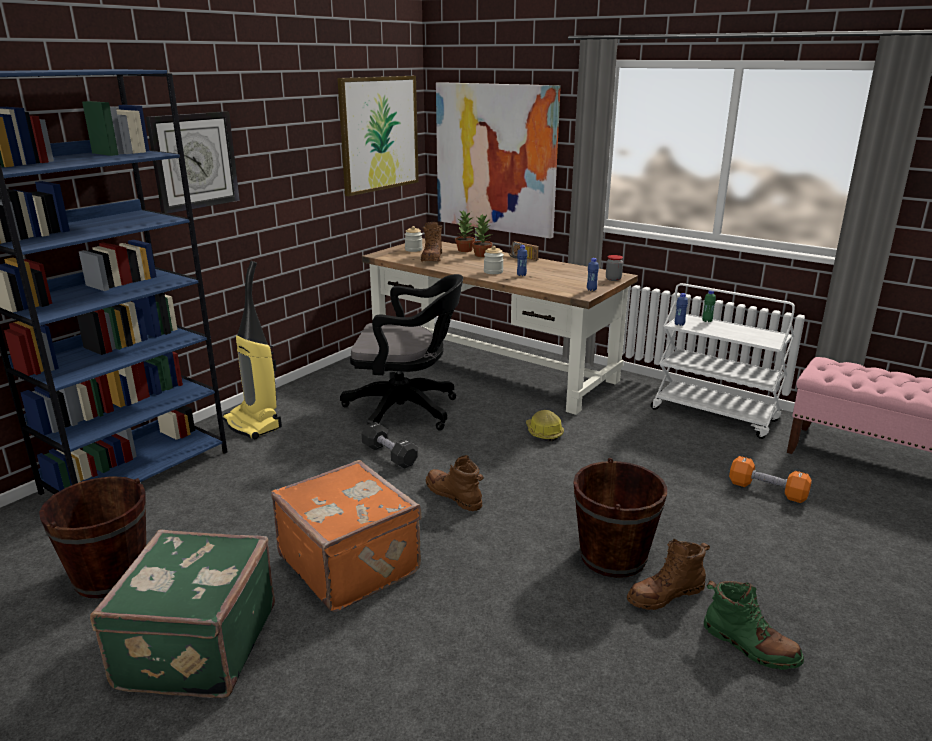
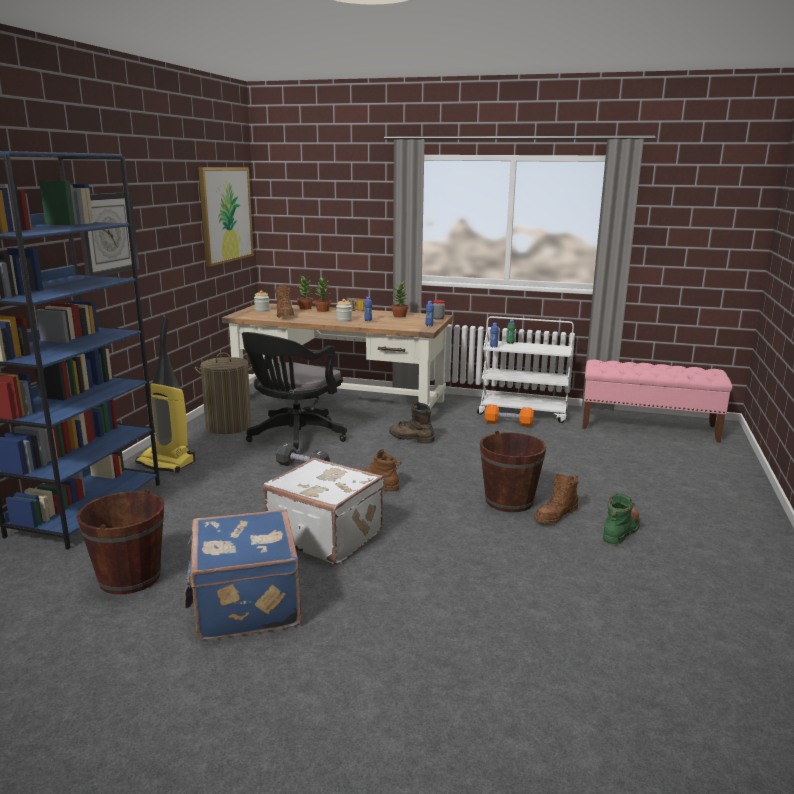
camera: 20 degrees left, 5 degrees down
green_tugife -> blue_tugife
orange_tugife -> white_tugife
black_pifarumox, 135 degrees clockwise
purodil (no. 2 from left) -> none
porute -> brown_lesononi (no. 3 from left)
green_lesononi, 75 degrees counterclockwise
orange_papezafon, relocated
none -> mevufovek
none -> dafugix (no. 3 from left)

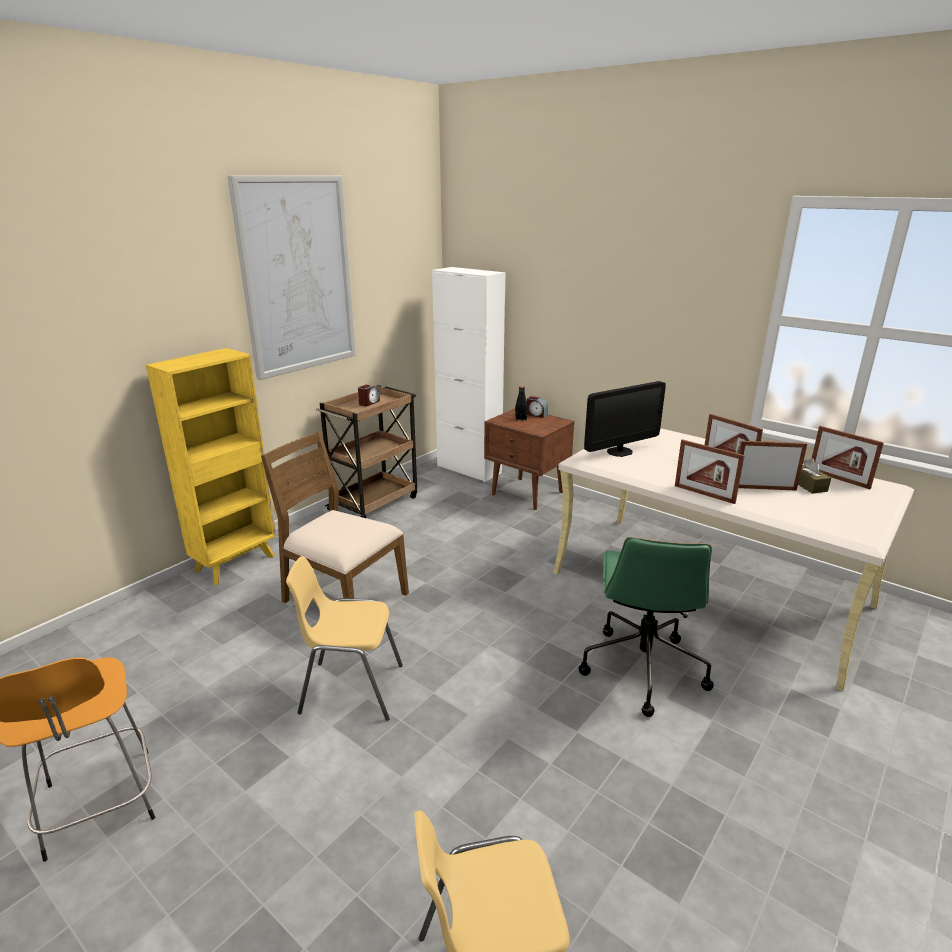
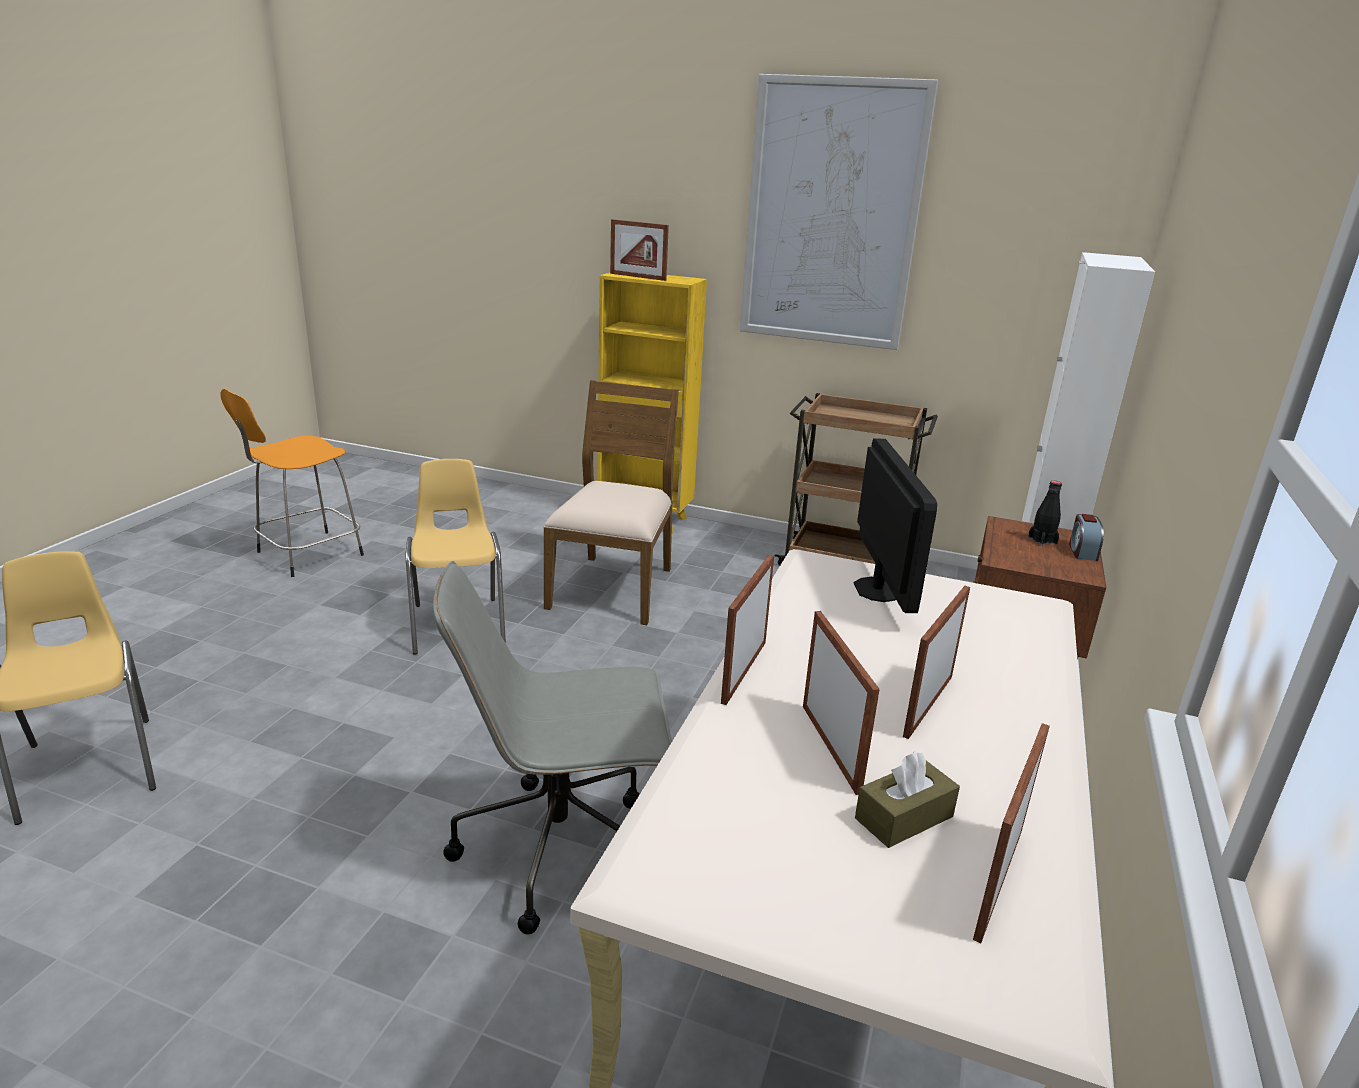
camera: 70 degrees right, 0 degrees up
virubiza (no. 1 from left) -> none
green_pifarumox -> grey_pifarumox
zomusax, 135 degrees counterclockwise
none -> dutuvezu (no. 1 from left)

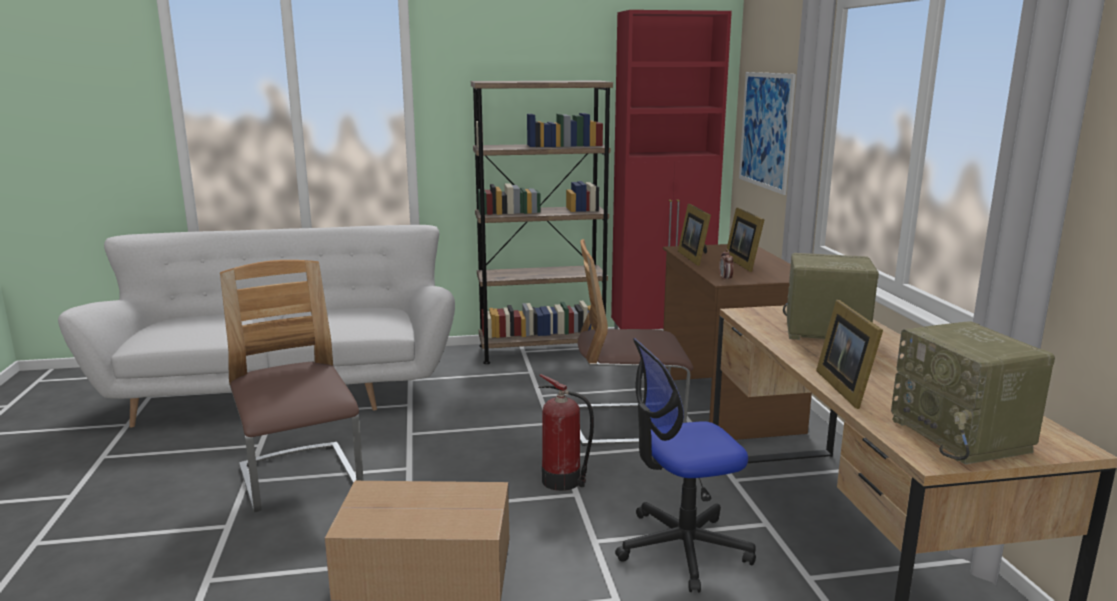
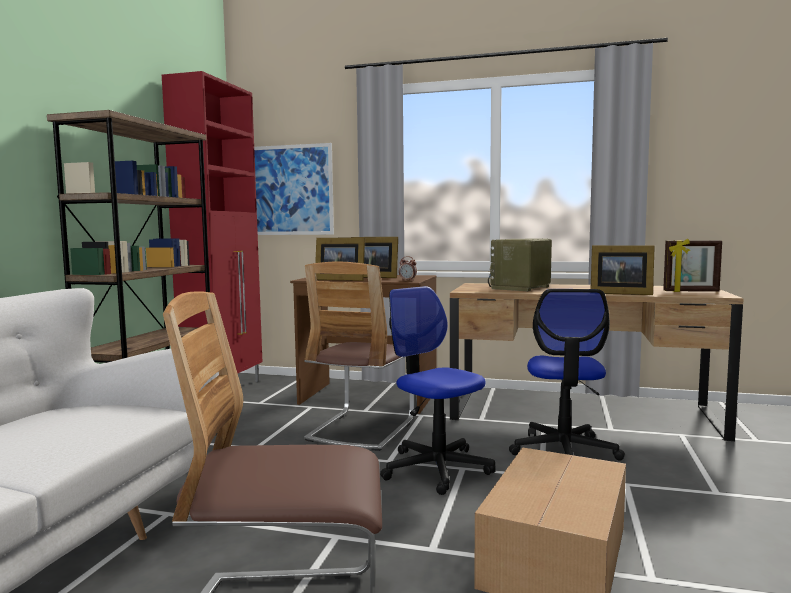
camera: 65 degrees left, 10 degrees down
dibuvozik -> pifarumox (no. 1 from left)
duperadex (no. 2 from left) -> dutuvezu (no. 4 from left)

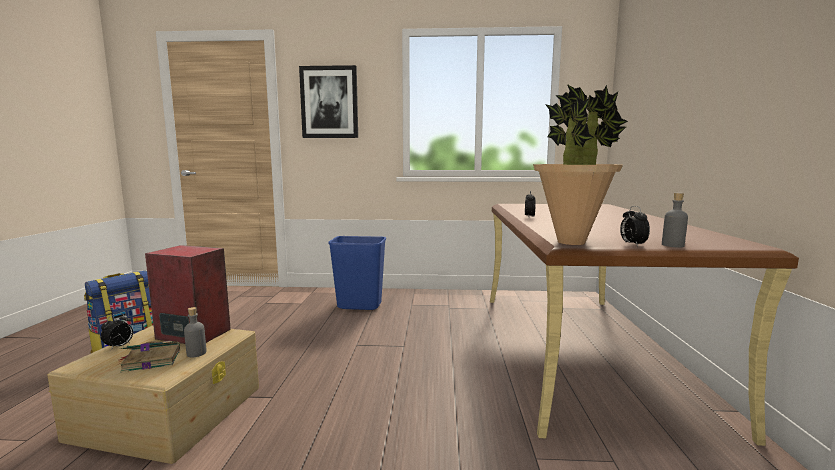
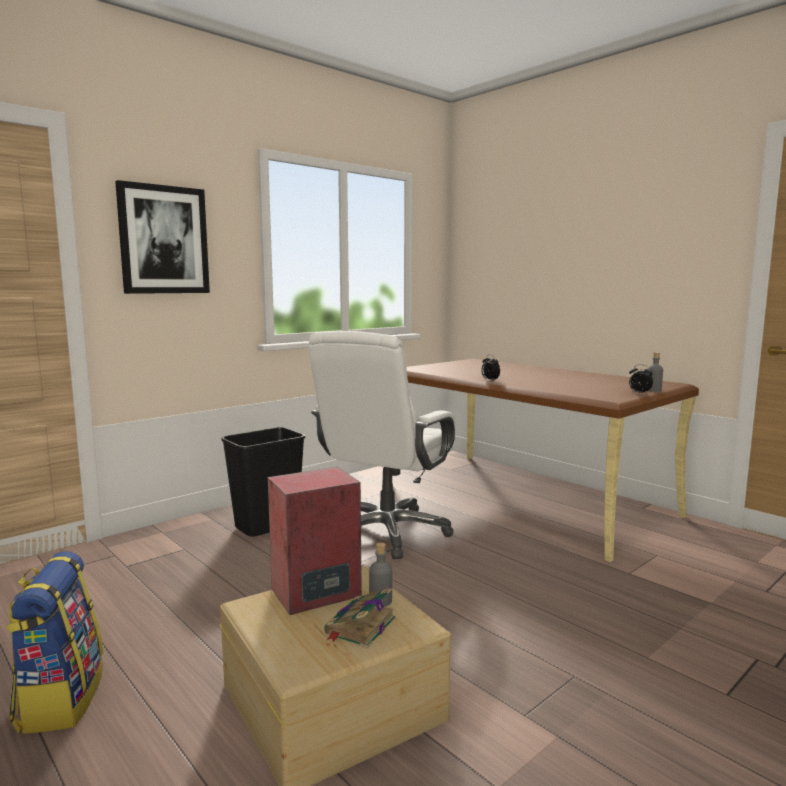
camera: 45 degrees left, 0 degrees up
virubiza (no. 1 from left) -> none
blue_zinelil -> black_zinelil
dafugix -> none
none -> white_pifarumox

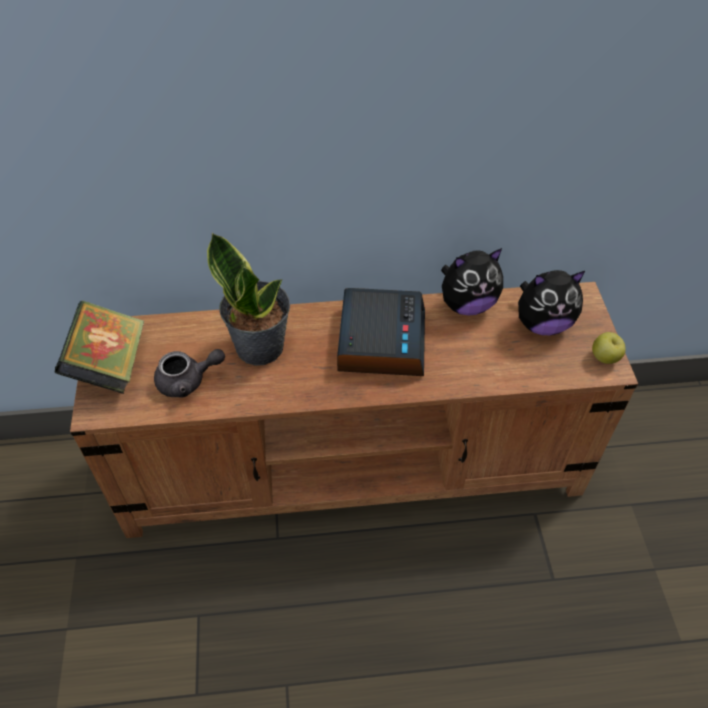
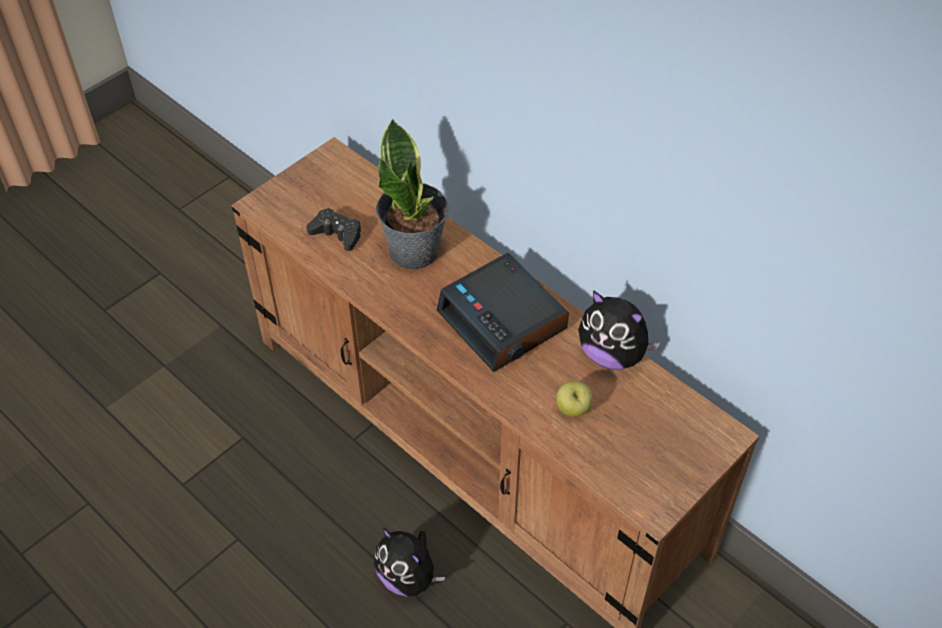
camera: 50 degrees right, 0 degrees up
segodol -> none
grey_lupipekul -> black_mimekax
virubiza, 90 degrees clockwise
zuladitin (no. 2 from left in the first image) -> zuladitin (no. 1 from left), relocated
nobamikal, relocated

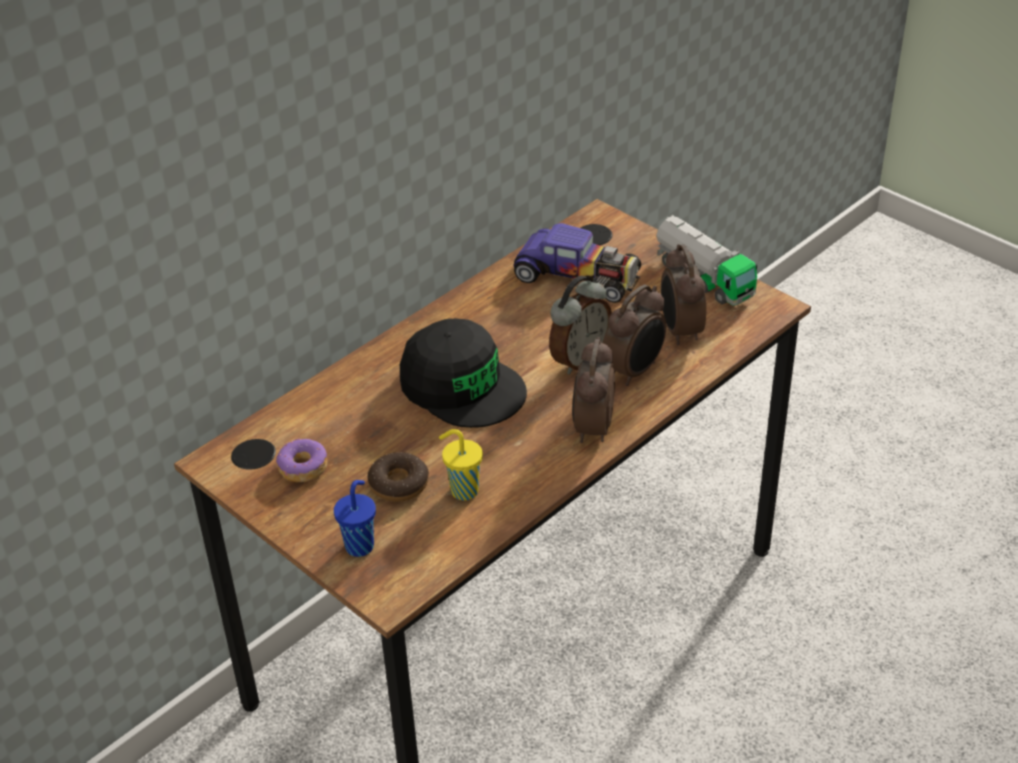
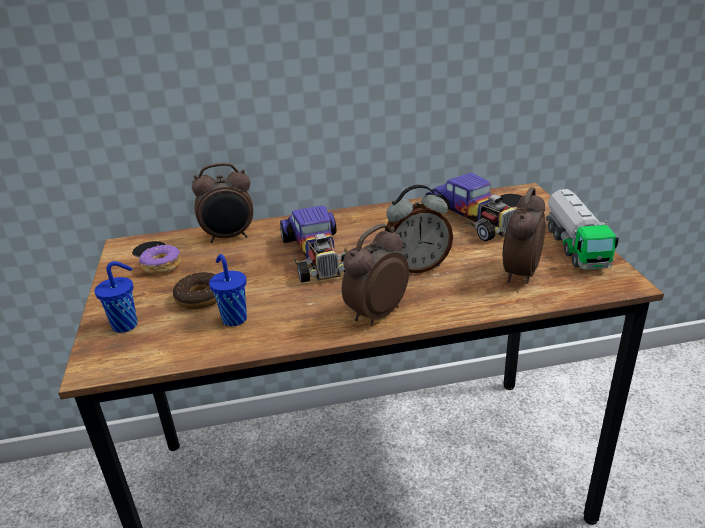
camera: 35 degrees right, 10 degrees down
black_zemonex -> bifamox (no. 1 from left)
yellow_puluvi -> blue_puluvi (no. 2 from left)
virubiza (no. 3 from left in the first image) -> virubiza (no. 1 from left), relocated

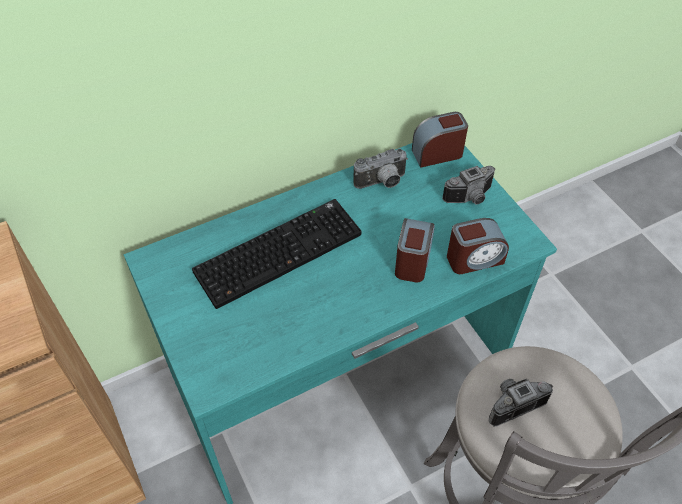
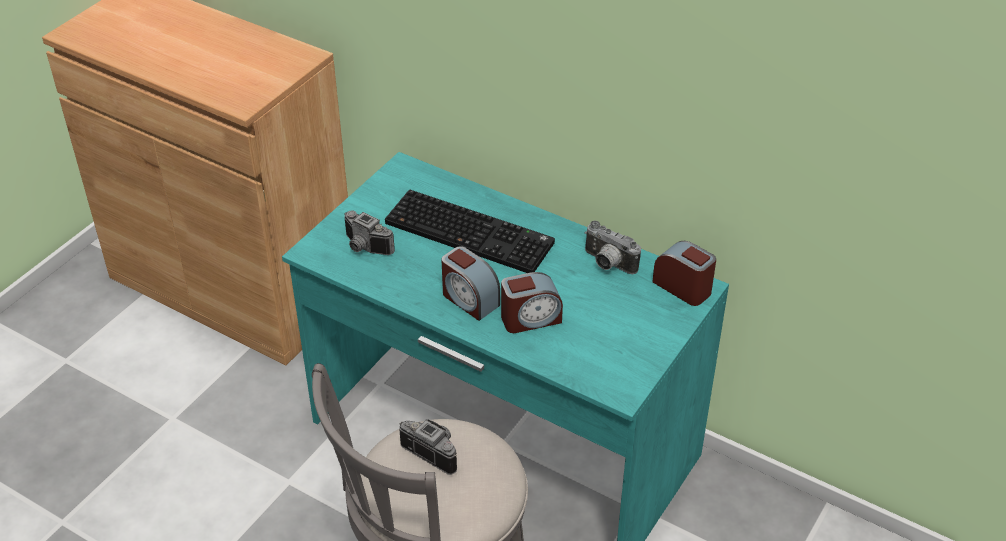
camera: 60 degrees right, 10 degrees down
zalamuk (no. 2 from left in the first image) -> zalamuk (no. 1 from left), relocated
virubiza (no. 3 from left in the first image) -> virubiza (no. 1 from left), relocated

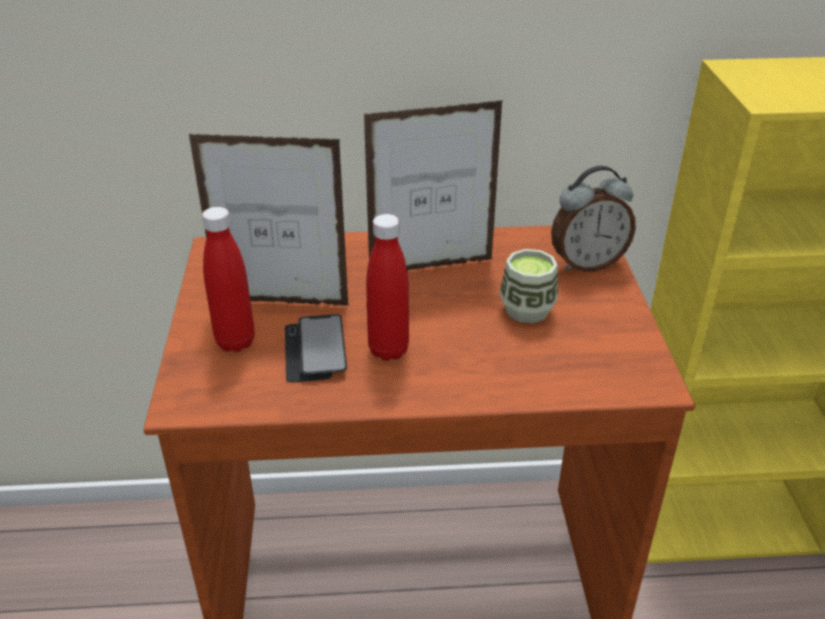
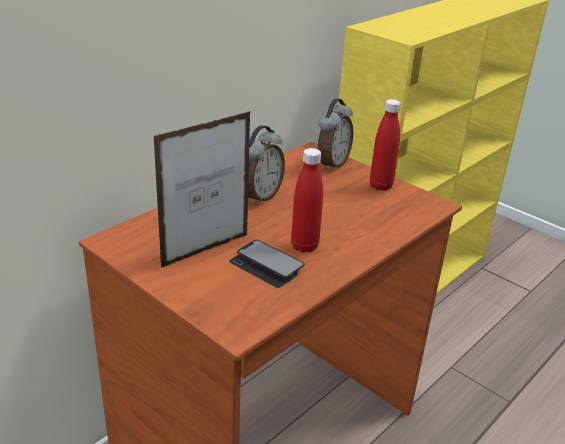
camera: 45 degrees left, 5 degrees down
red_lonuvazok (no. 1 from left in the first image) -> red_lonuvazok (no. 2 from left), relocated
dutuvezu (no. 2 from left) -> virubiza (no. 1 from left)
puluvi -> none

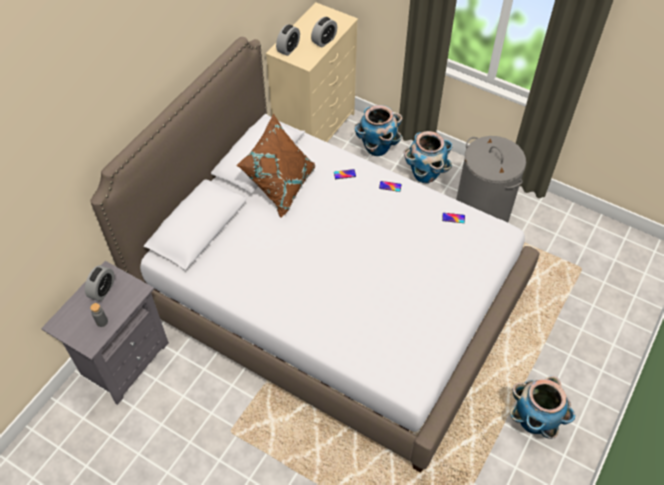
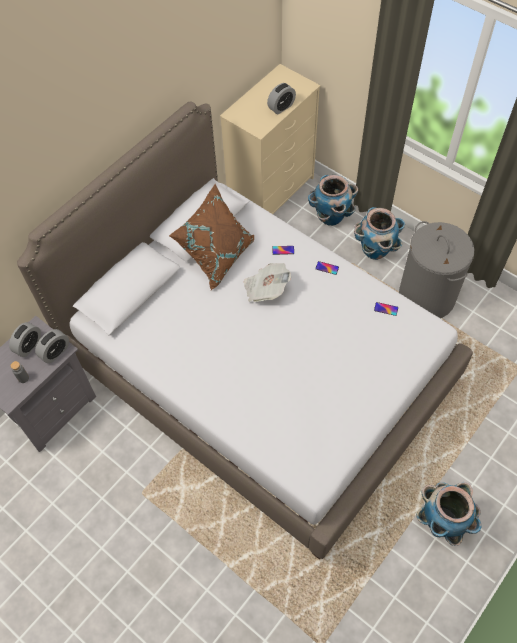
camera: 10 degrees right, 5 degrees up
virubiza (no. 2 from left), relocated
none -> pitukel

